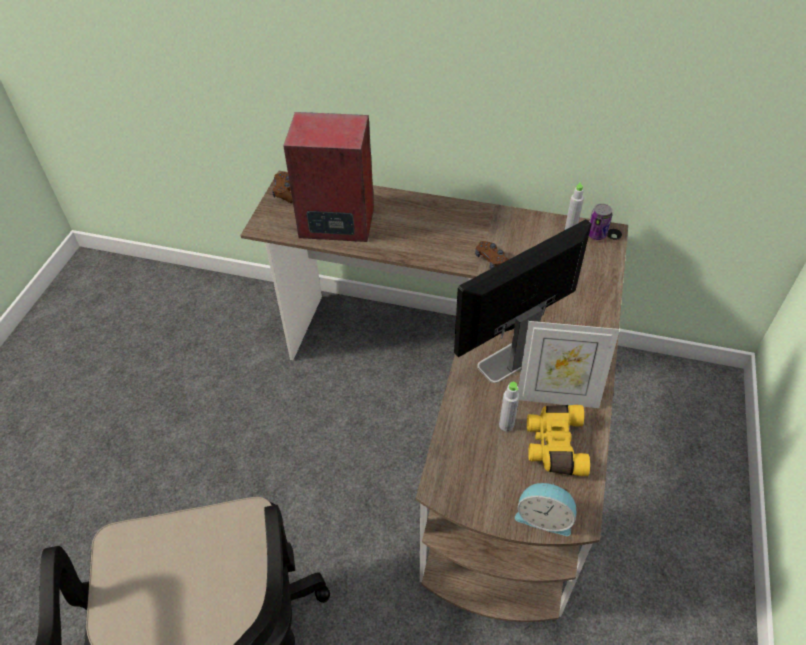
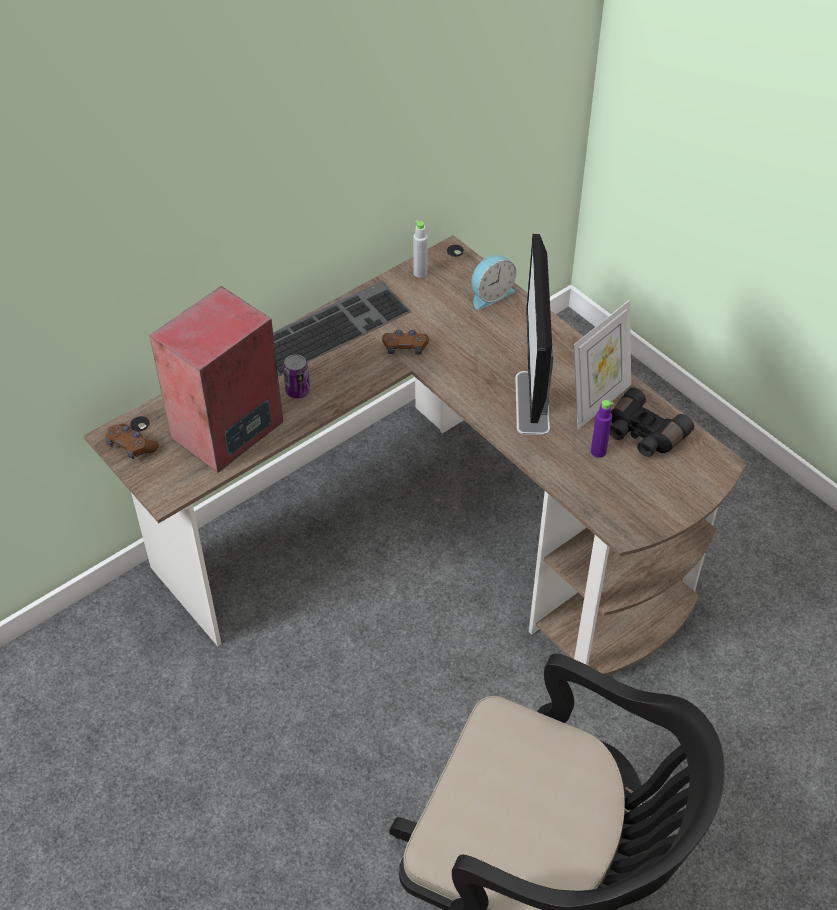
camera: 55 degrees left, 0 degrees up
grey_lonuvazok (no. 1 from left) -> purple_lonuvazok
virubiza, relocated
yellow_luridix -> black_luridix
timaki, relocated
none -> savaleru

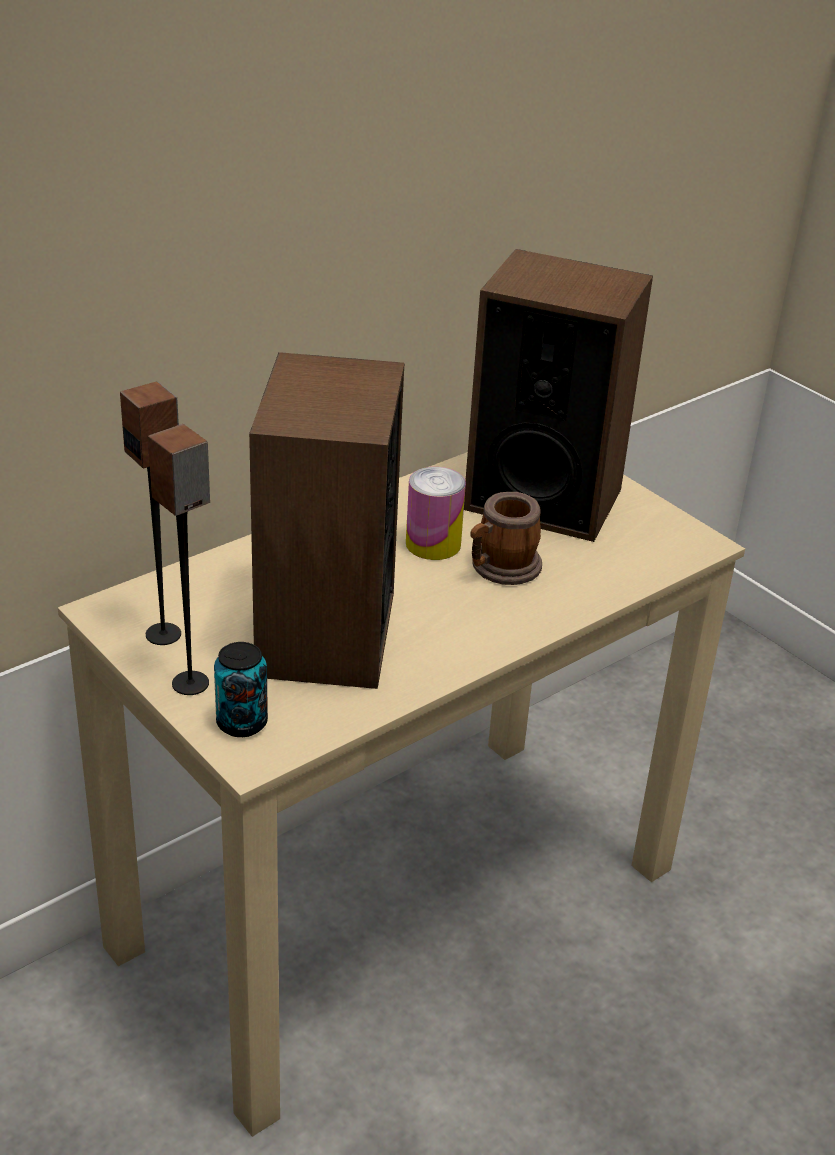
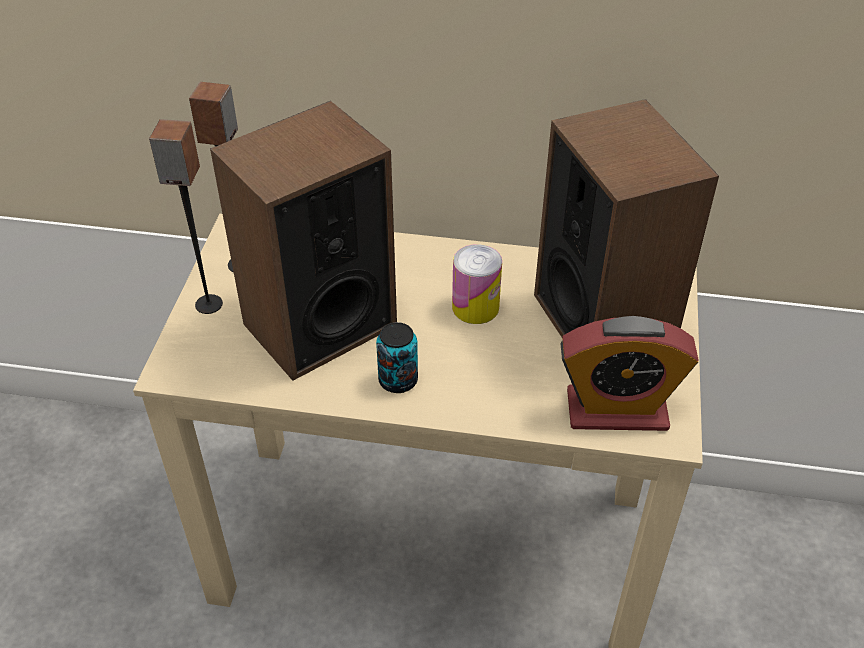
camera: 50 degrees right, 10 degrees up
timaki (no. 1 from left), relocated
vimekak -> none
none -> virubiza

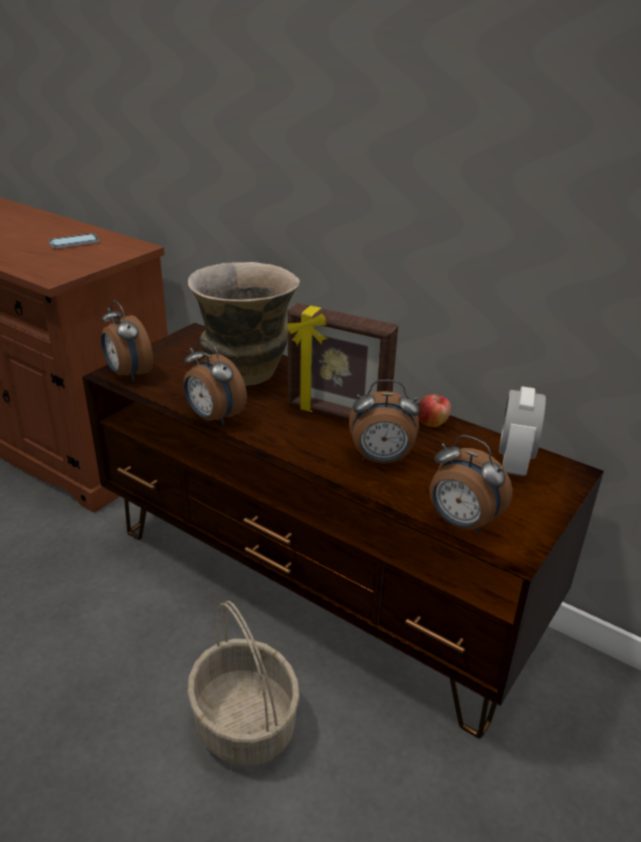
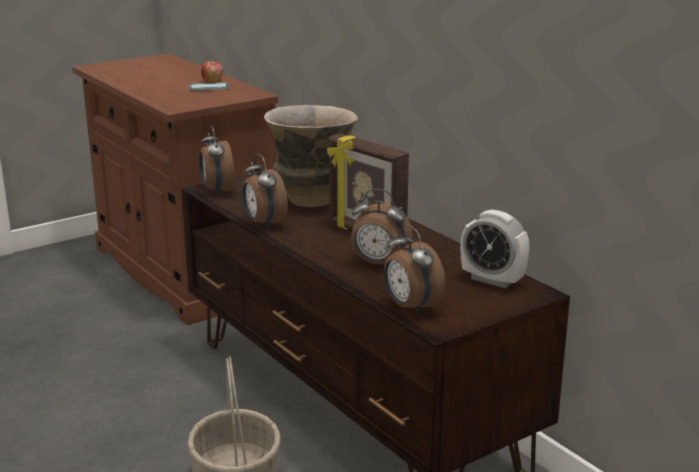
camera: 20 degrees right, 10 degrees down
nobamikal, relocated
virubiza (no. 5 from left), 90 degrees counterclockwise

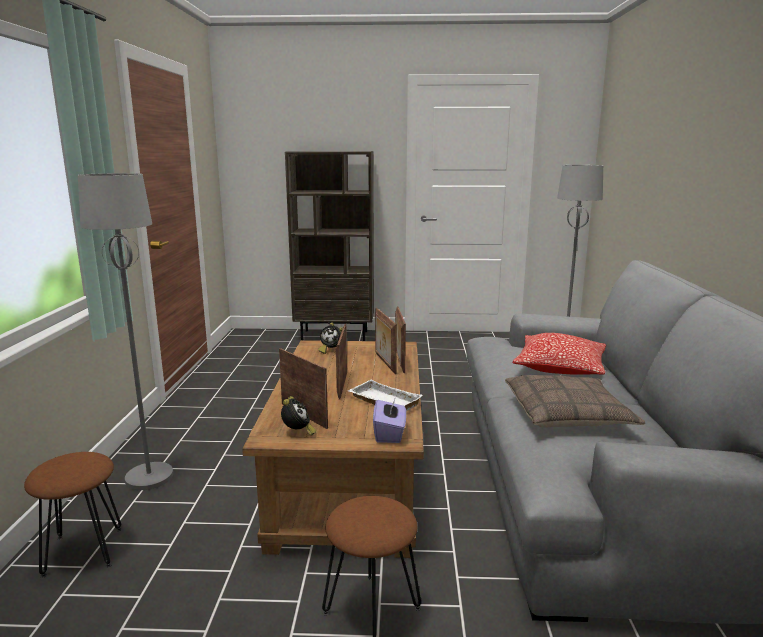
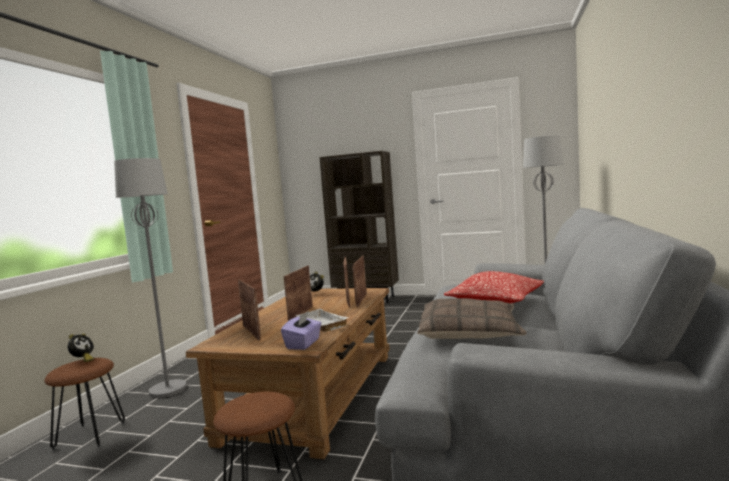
camera: 15 degrees right, 10 degrees down
virubiza (no. 1 from left), relocated

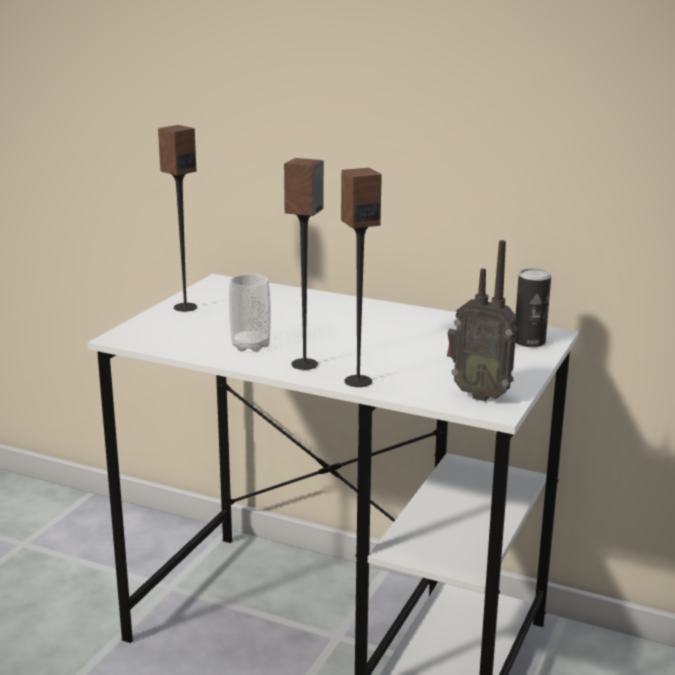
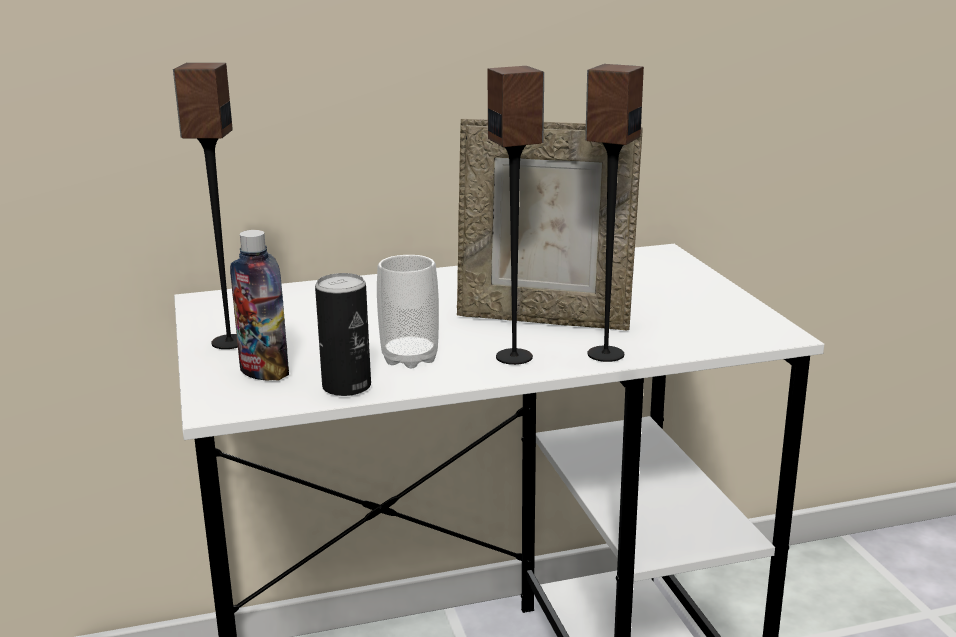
camera: 40 degrees left, 0 degrees up
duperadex -> none
timaki, relocated
none -> lonuvazok
none -> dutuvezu

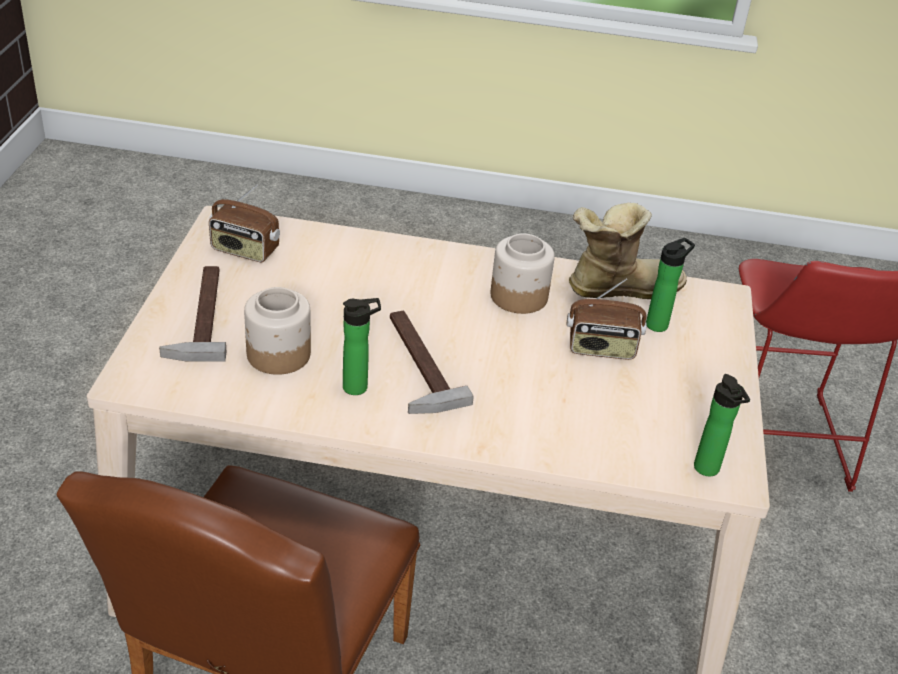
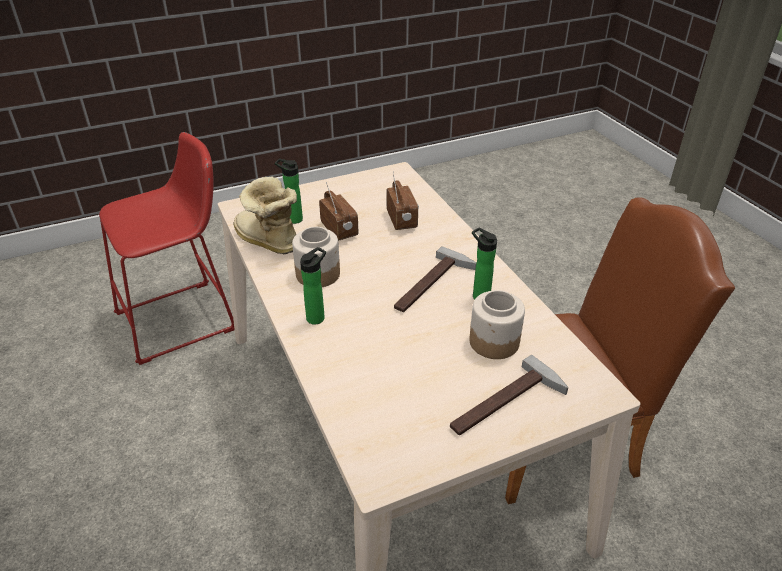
camera: 120 degrees left, 0 degrees up
duperadex (no. 1 from left in the first image) -> duperadex (no. 2 from left), relocated
lonuvazok (no. 3 from left in the first image) -> lonuvazok (no. 2 from left), relocated

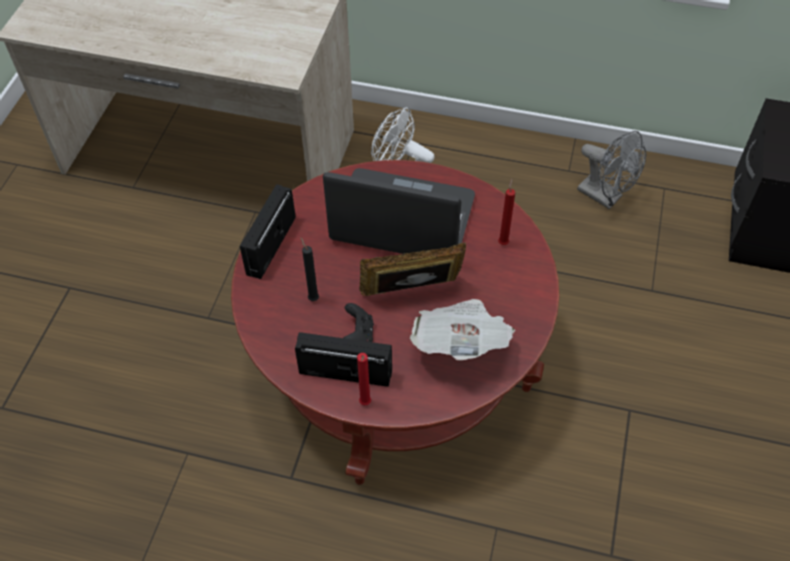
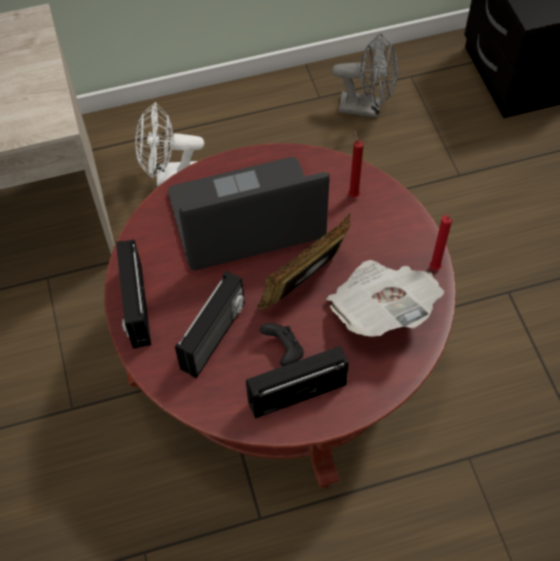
camera: 30 degrees left, 5 degrees up
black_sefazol -> duperadex (no. 2 from left)
red_sefazol (no. 1 from left in the first image) -> red_sefazol (no. 2 from left), relocated

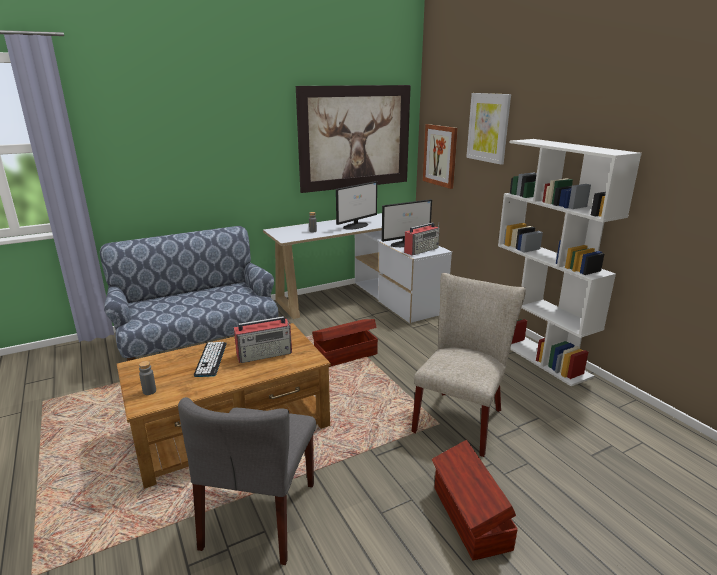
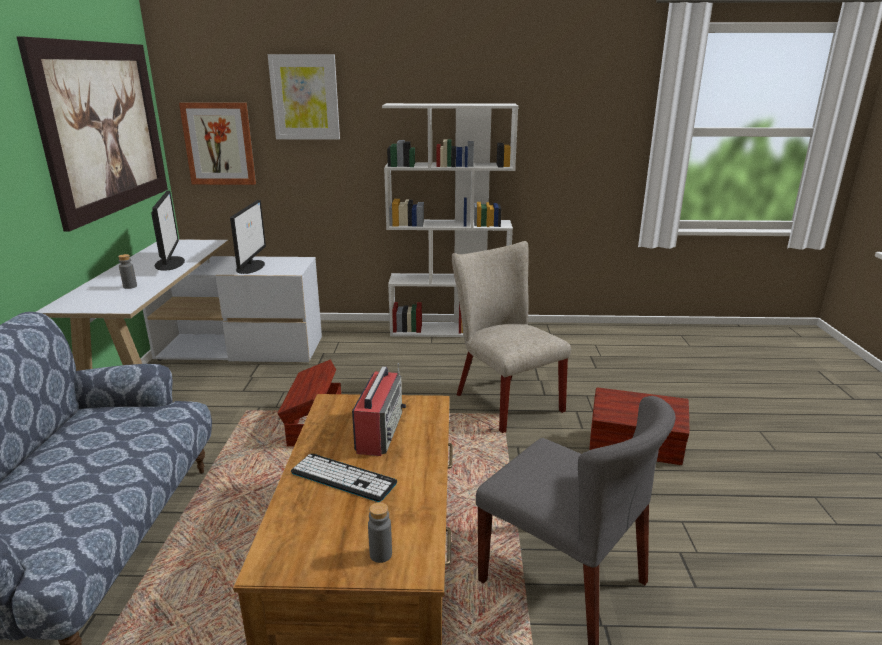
camera: 60 degrees left, 0 degrees up
duperadex (no. 2 from left) -> none

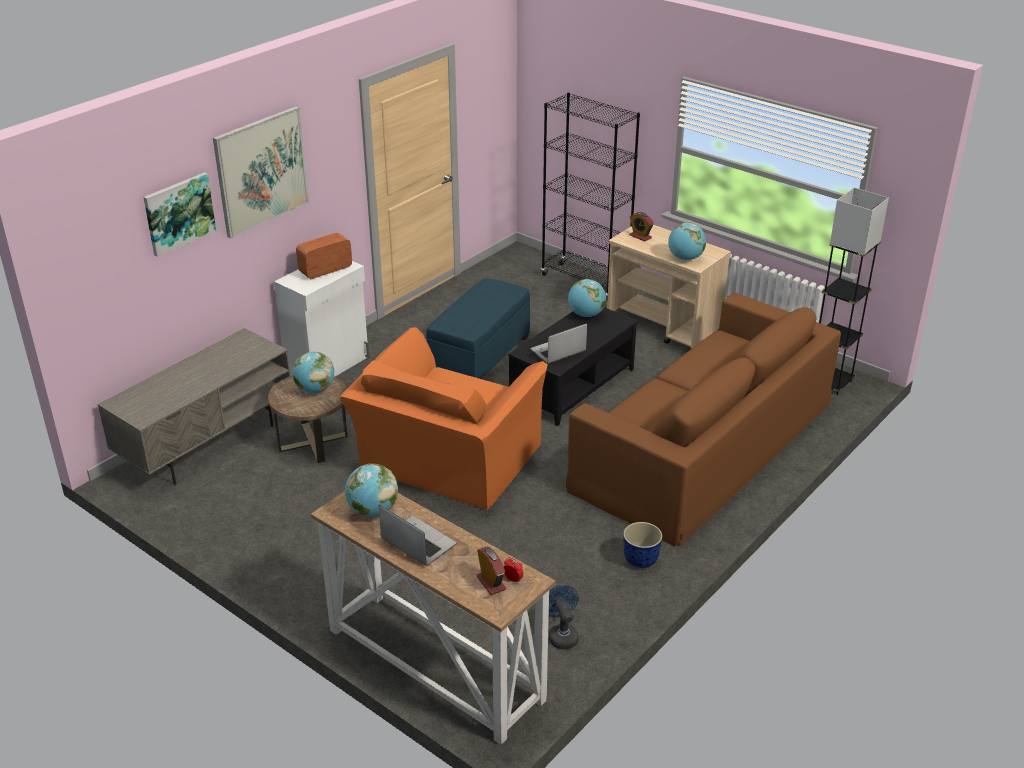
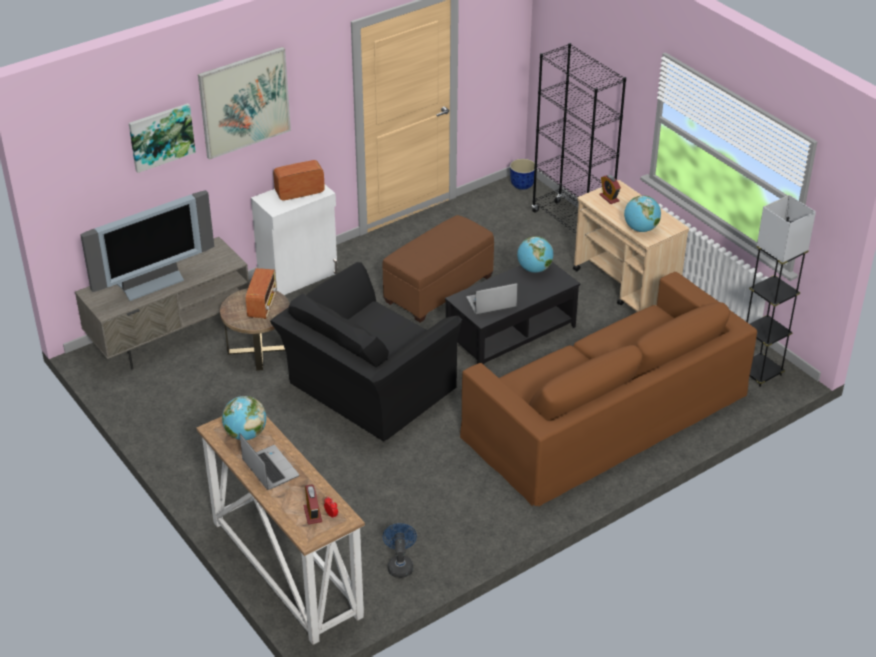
camera: 15 degrees right, 5 degrees up
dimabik (no. 1 from left) -> duperadex (no. 1 from left)
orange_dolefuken -> black_dolefuken
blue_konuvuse -> brown_konuvuse
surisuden, relocated
none -> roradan

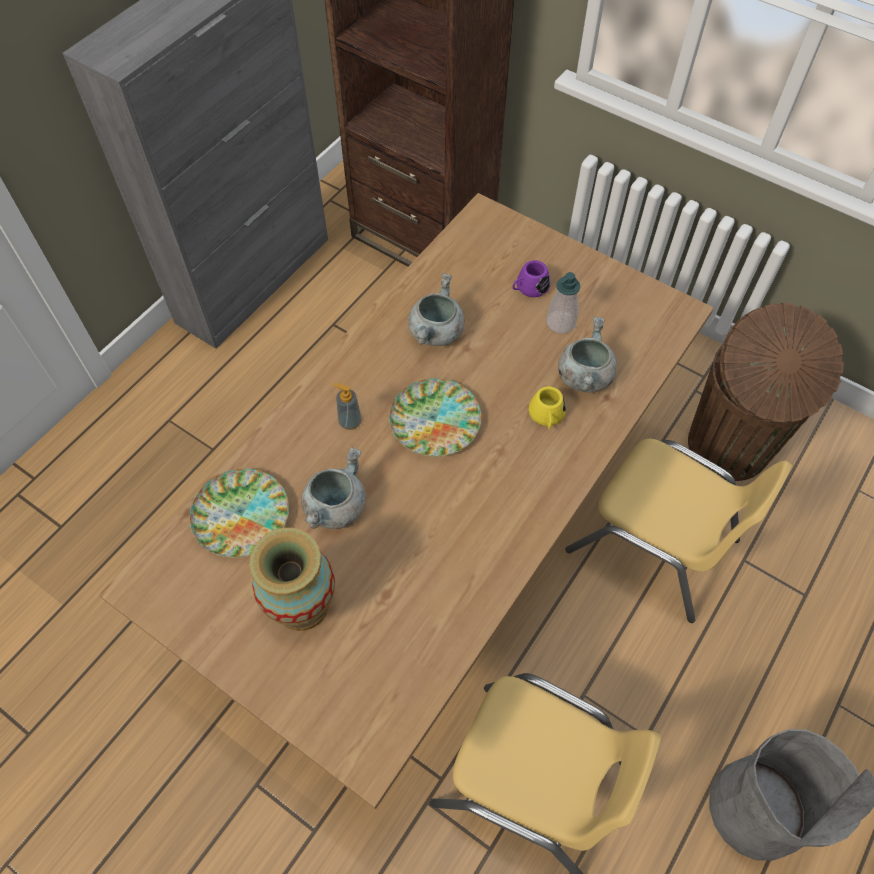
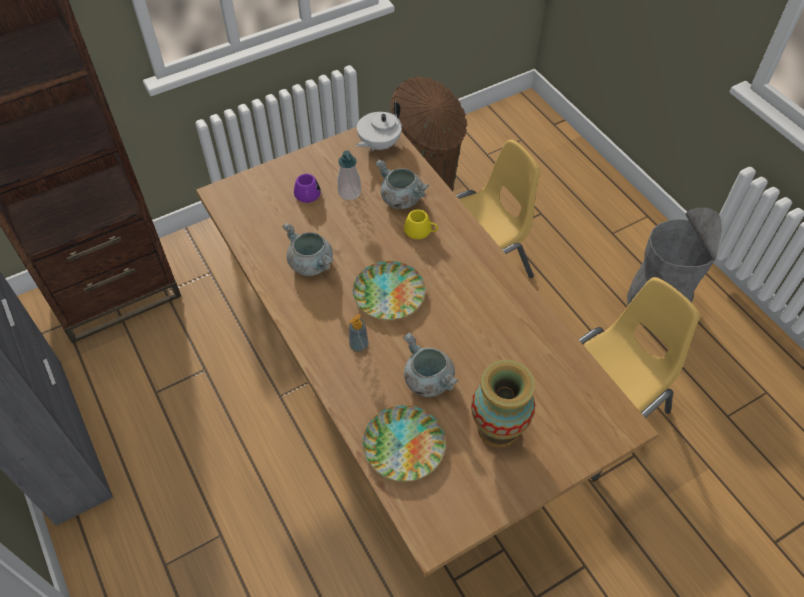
camera: 65 degrees left, 5 degrees down
none -> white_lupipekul

